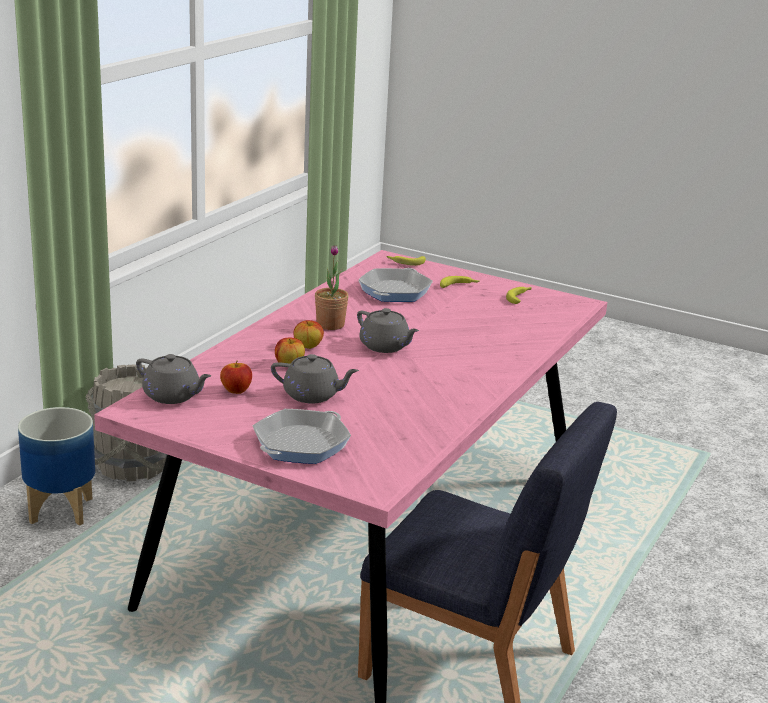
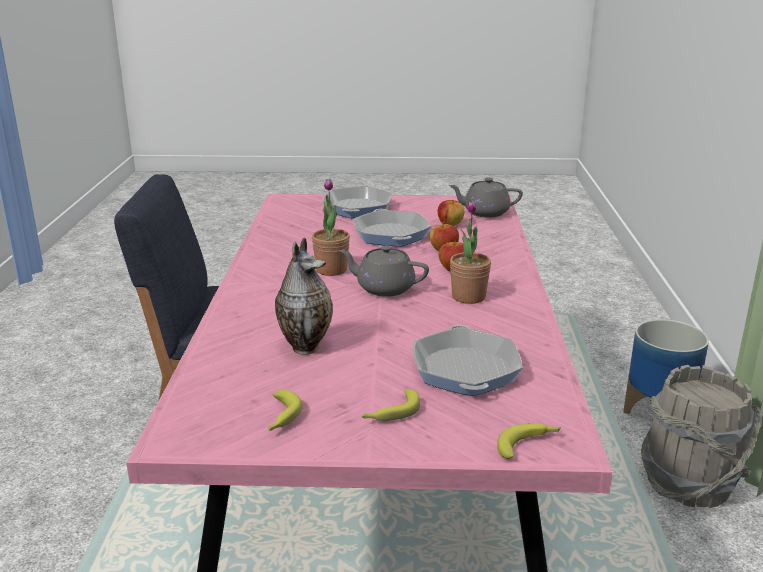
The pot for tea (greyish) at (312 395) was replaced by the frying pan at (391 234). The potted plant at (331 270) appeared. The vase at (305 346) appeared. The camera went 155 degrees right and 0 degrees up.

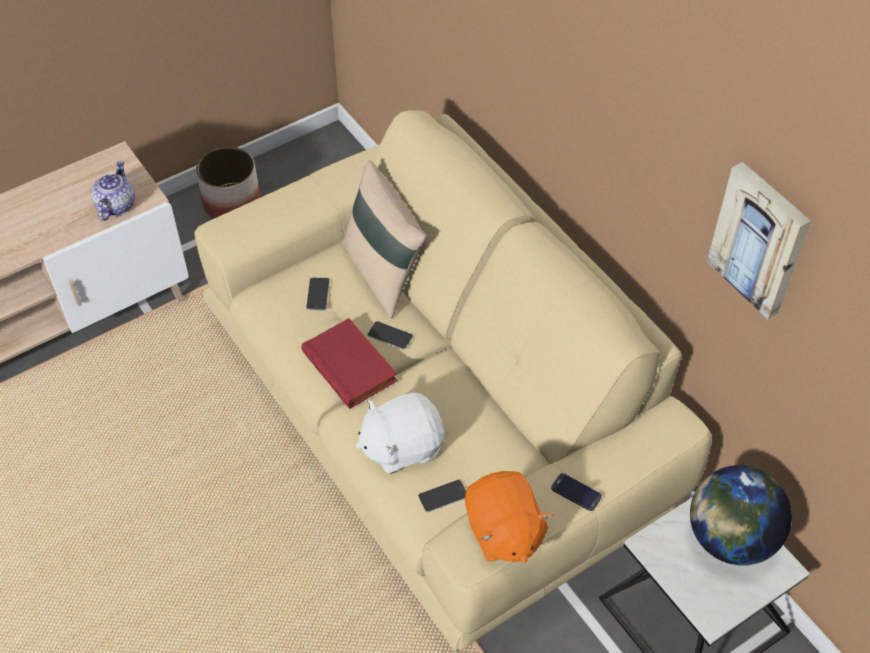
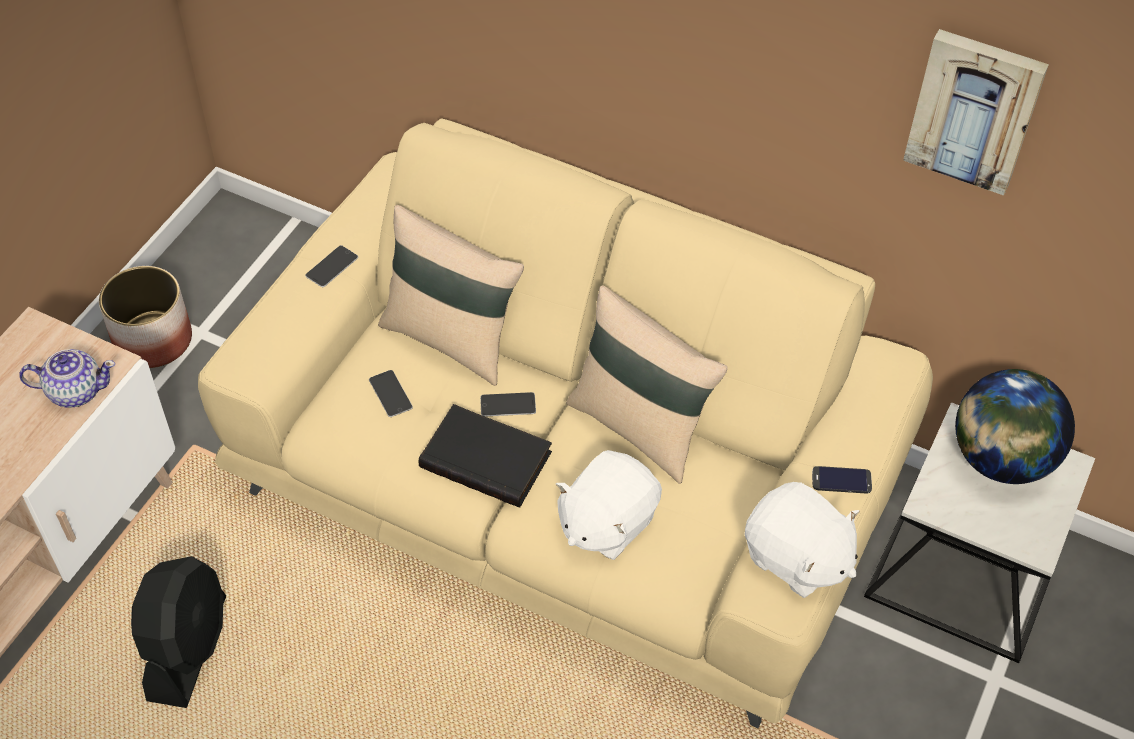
The pot for tea at (115 206) turned 105 degrees clockwise. The book (red-coloured) at (351 366) became the book (black-coloured) at (488 458). The soft toy (orange) at (503 532) became the soft toy (white-coloured) at (796 558). The handset moved from (443 496) to (332 266). The throw pillow (sand-coloured) at (640 426) appeared. The fan (black-coloured) at (188 648) appeared. The camera went 30 degrees left and 0 degrees up.

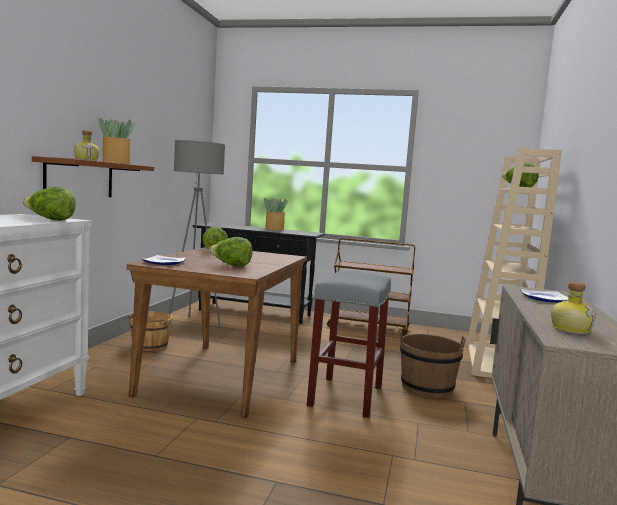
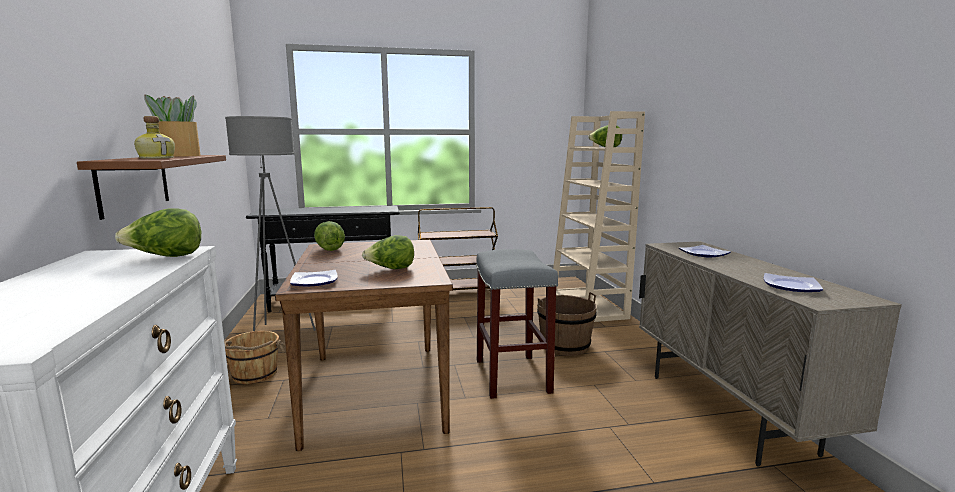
The potted plant at (274 229) disappeared. The bottle at (570 329) was replaced by the dinner plate at (790 286). The camera went 25 degrees left and 5 degrees up.

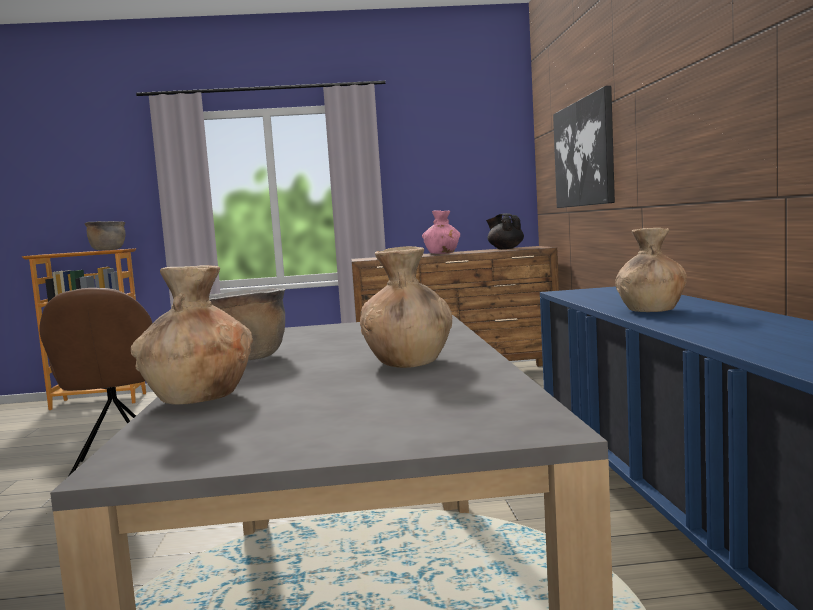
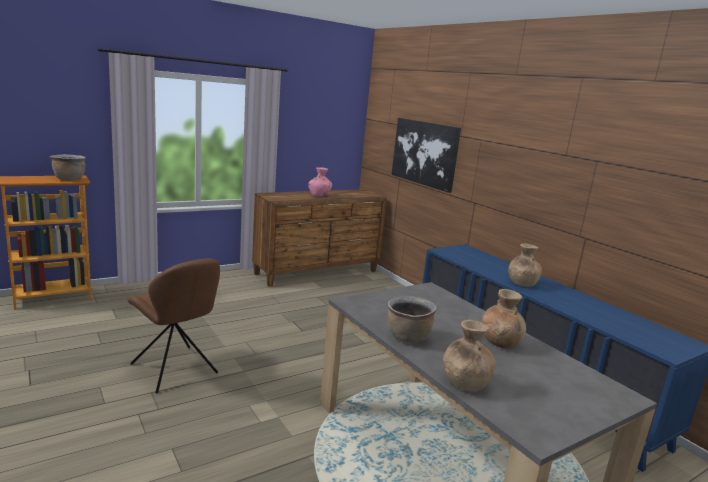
The pot for tea (black-coloured) at (505 248) disappeared. The camera went 30 degrees left and 10 degrees up.

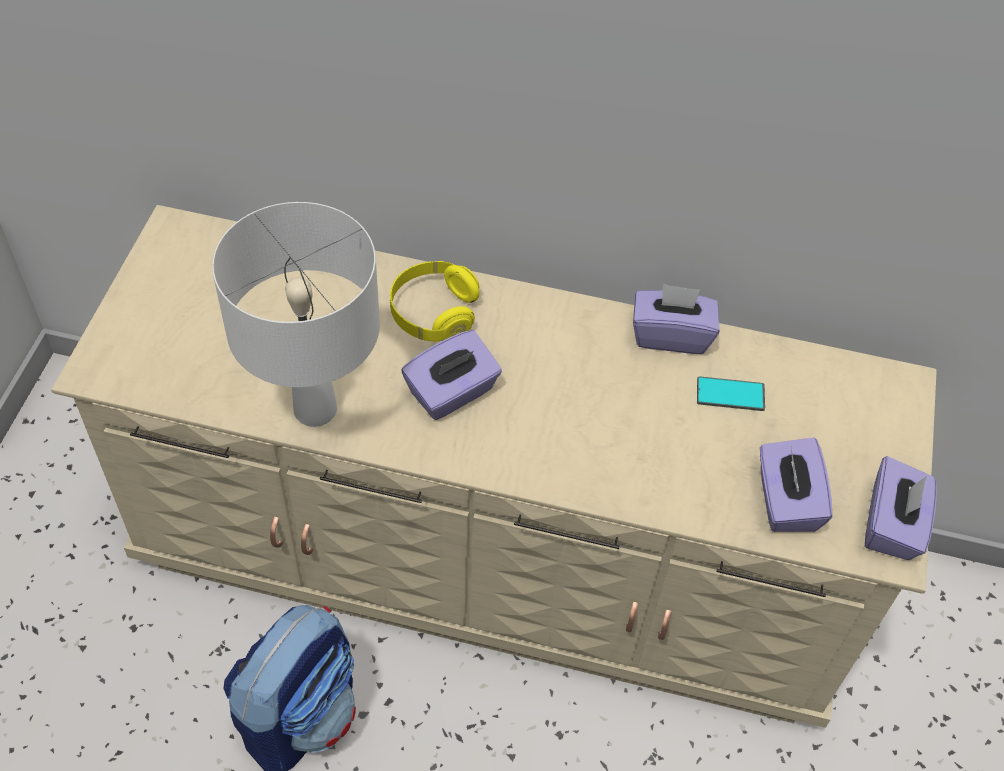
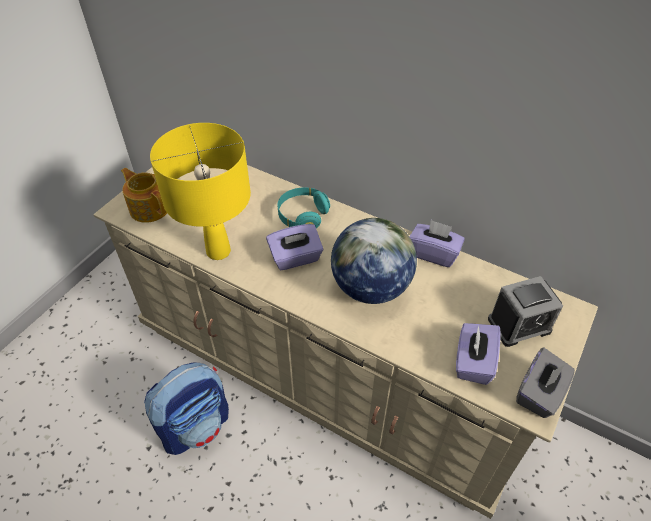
The lamp for a table (white-coloured) at (315 409) became the lamp for a table (yellowish) at (218 251). The headphones (yellowish) at (433 313) became the headphones (turquoise-coloured) at (302 216). The handset at (730 394) disappeared. The box of tissues (purple-coloured) at (892 525) became the box of tissues (greyish) at (539 393). The pot for tea at (149 208) appeared. The desk globe at (370 287) appeared. The table clock at (519 325) appeared. The camera went 20 degrees right and 5 degrees down.

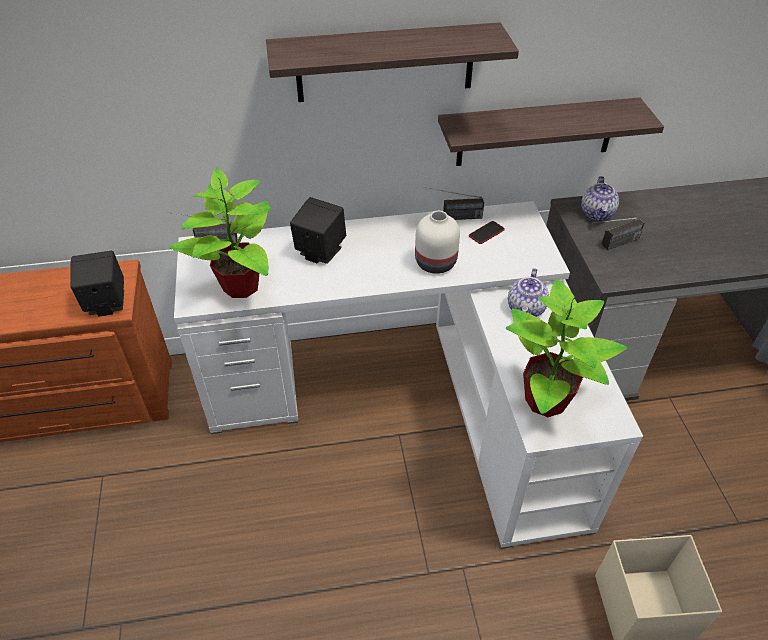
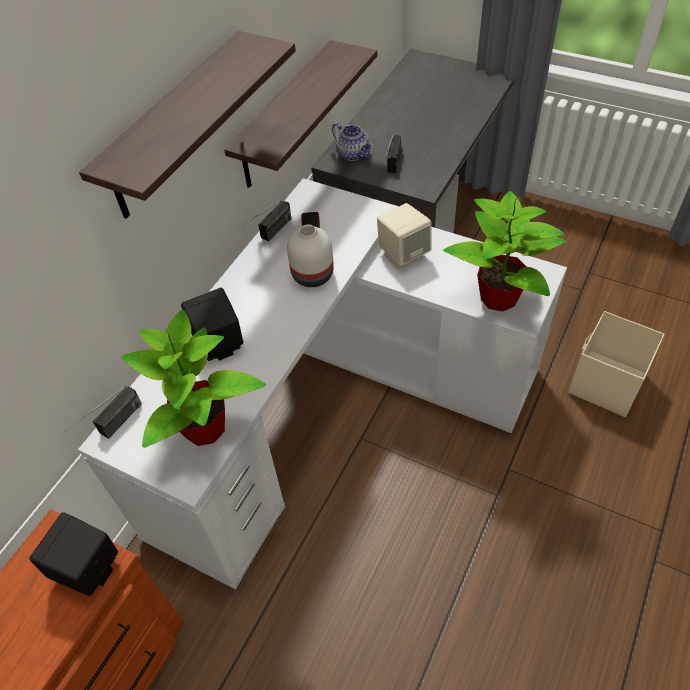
The pot for tea at (526 309) was replaced by the audio speaker (sand-coloured) at (403 254). The camera went 50 degrees left and 5 degrees up.

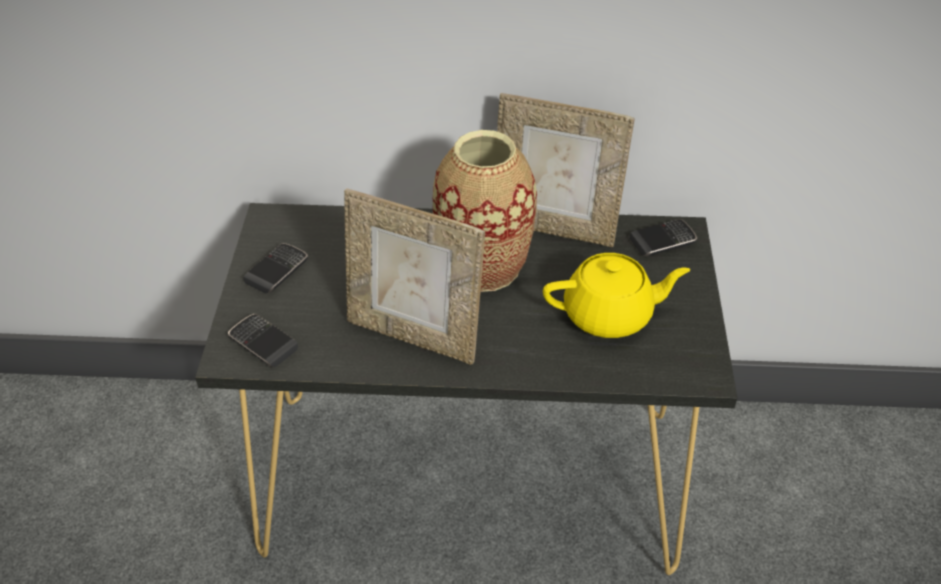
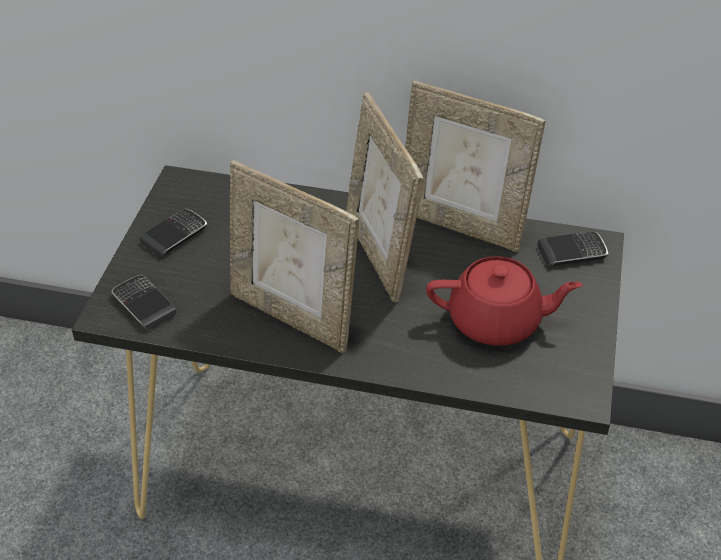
The vase at (483 266) was replaced by the standing frame at (380 255). The pot for tea (yellowish) at (609 315) became the pot for tea (red-coloured) at (496 321). The camera went 10 degrees right and 0 degrees up.

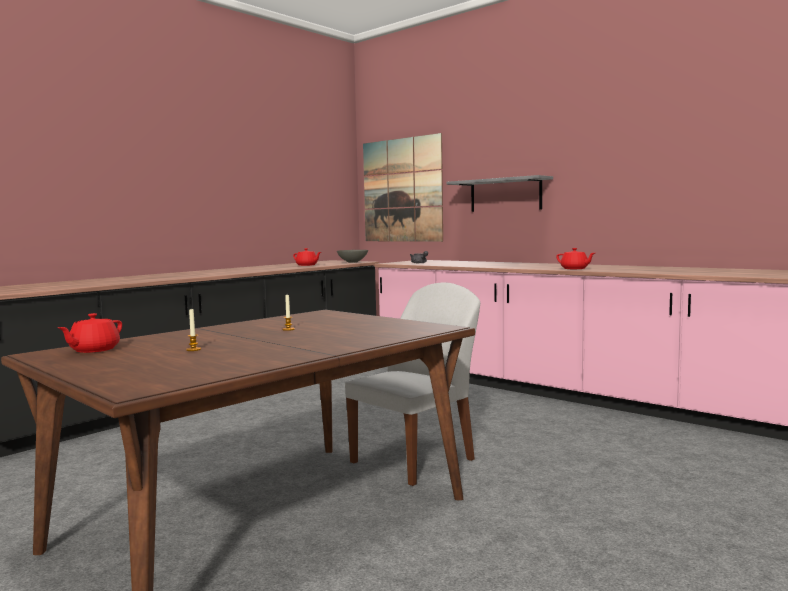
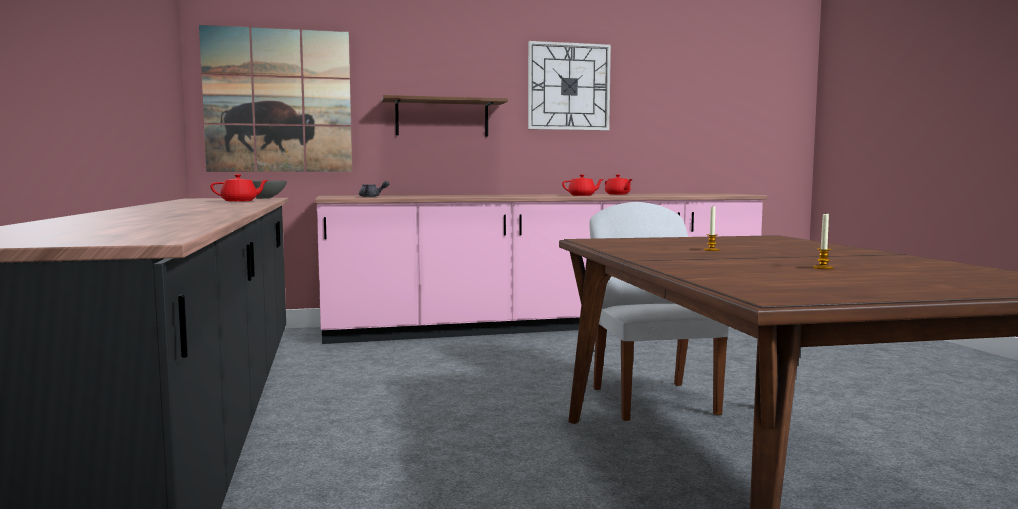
The bracket shelf (greyish) at (505 195) became the bracket shelf (brown-coloured) at (442 118). The pot for tea (red-coloured) moved from (93 350) to (617 194). The hanging clock at (568 86) appeared. The camera went 55 degrees left and 0 degrees up.

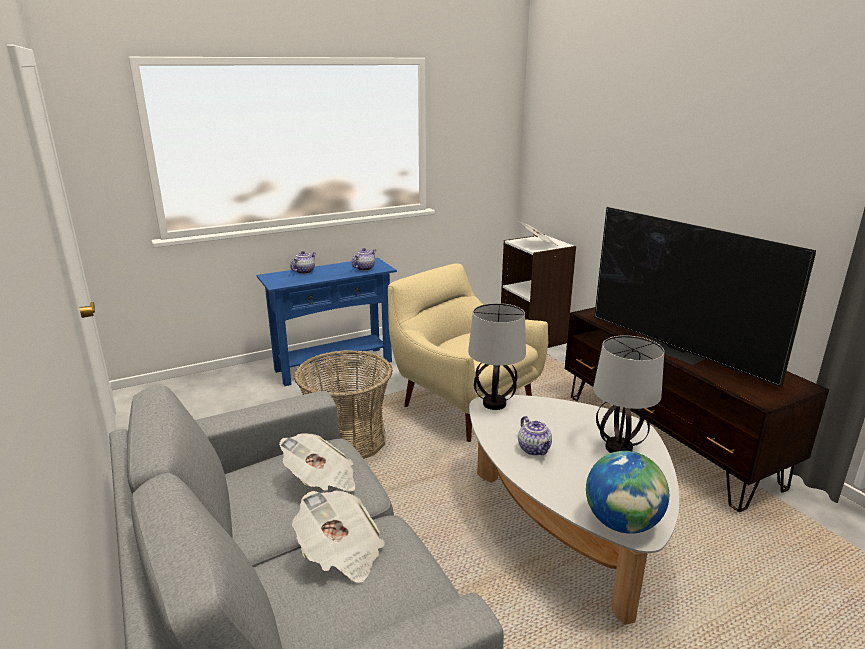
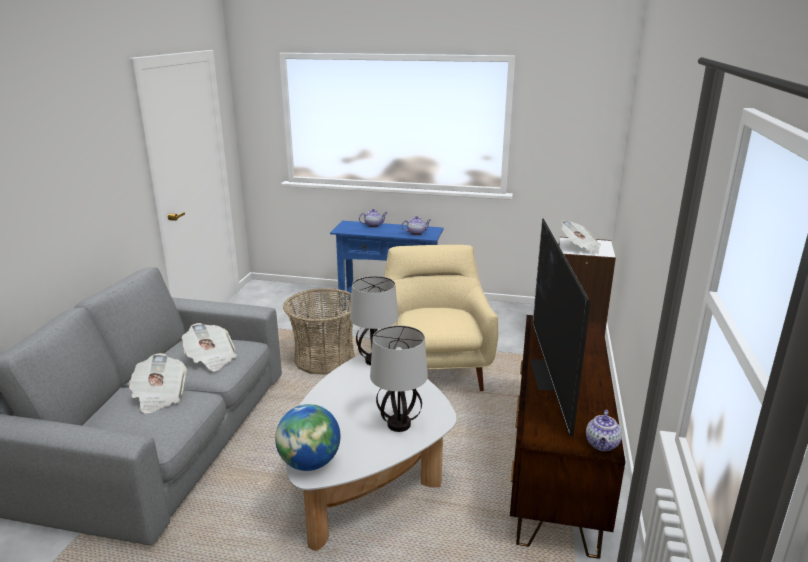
The pot for tea moved from (534 449) to (602 445). The camera went 40 degrees right and 0 degrees up.

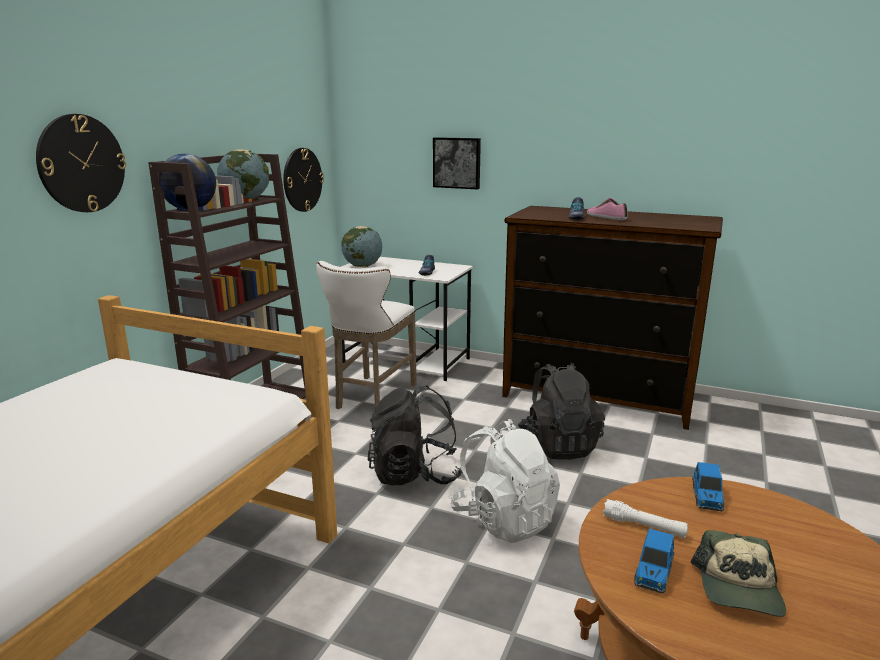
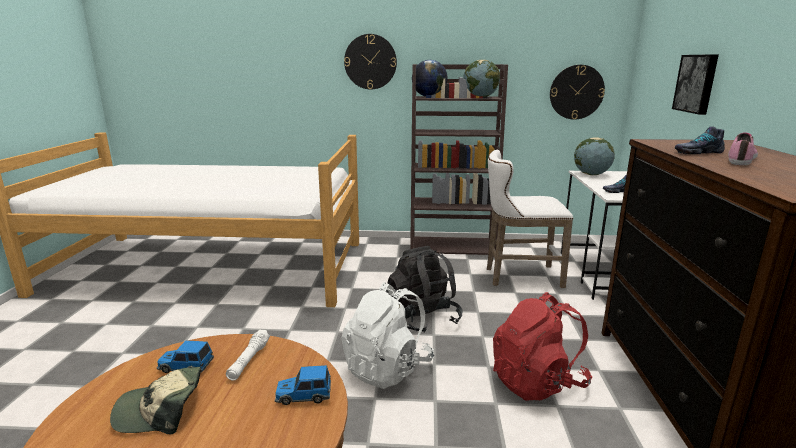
The backpack (black-coloured) at (559 445) became the backpack (red-coloured) at (537 382). The camera went 70 degrees right and 0 degrees up.

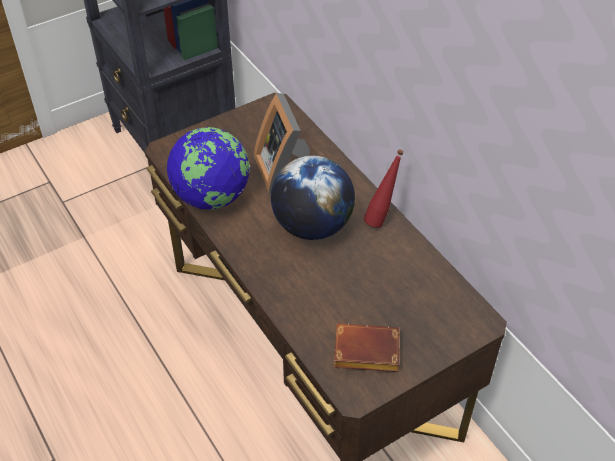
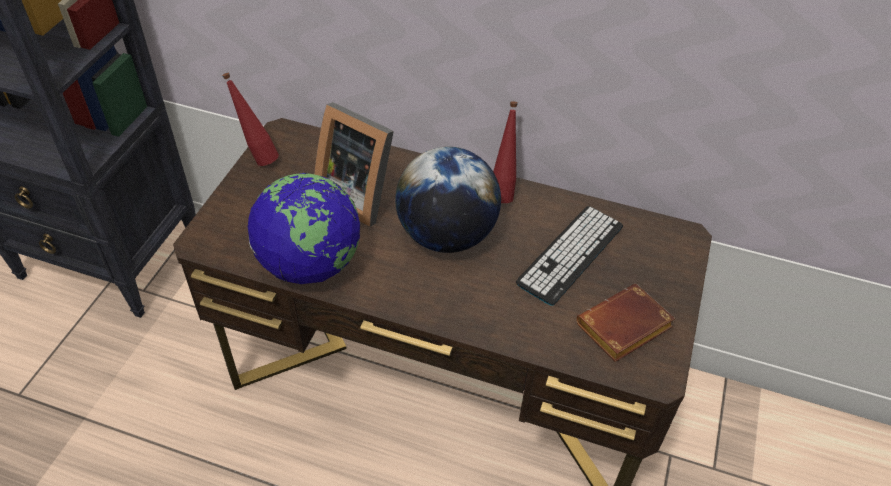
The bottle (red-coloured) at (257 157) appeared. The PC keyboard at (570 254) appeared. The camera went 40 degrees left and 0 degrees up.

